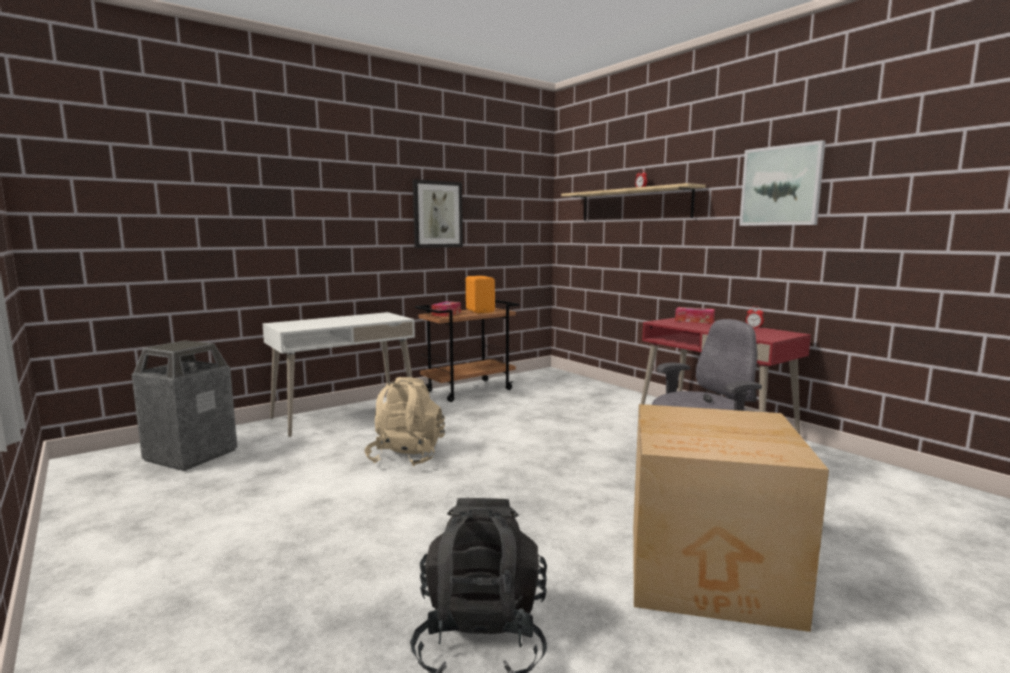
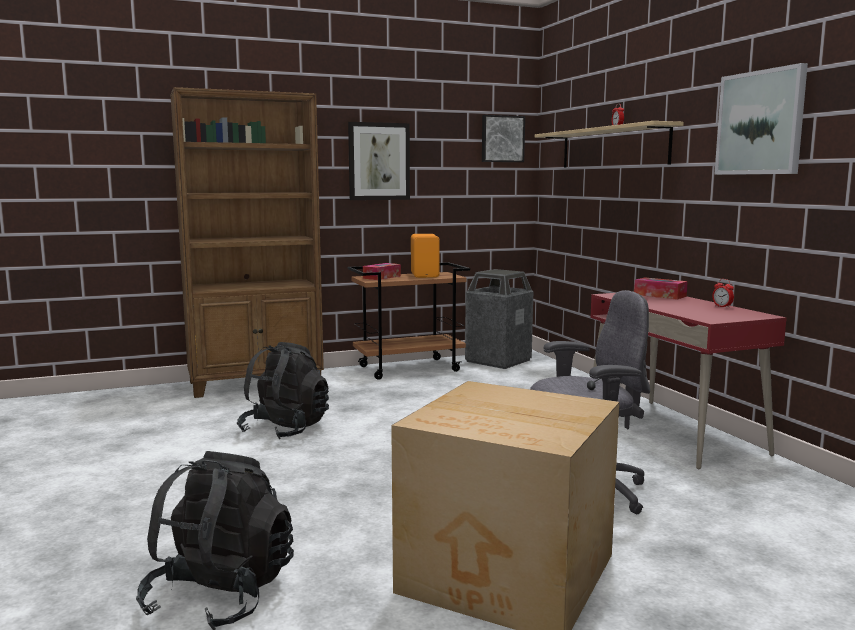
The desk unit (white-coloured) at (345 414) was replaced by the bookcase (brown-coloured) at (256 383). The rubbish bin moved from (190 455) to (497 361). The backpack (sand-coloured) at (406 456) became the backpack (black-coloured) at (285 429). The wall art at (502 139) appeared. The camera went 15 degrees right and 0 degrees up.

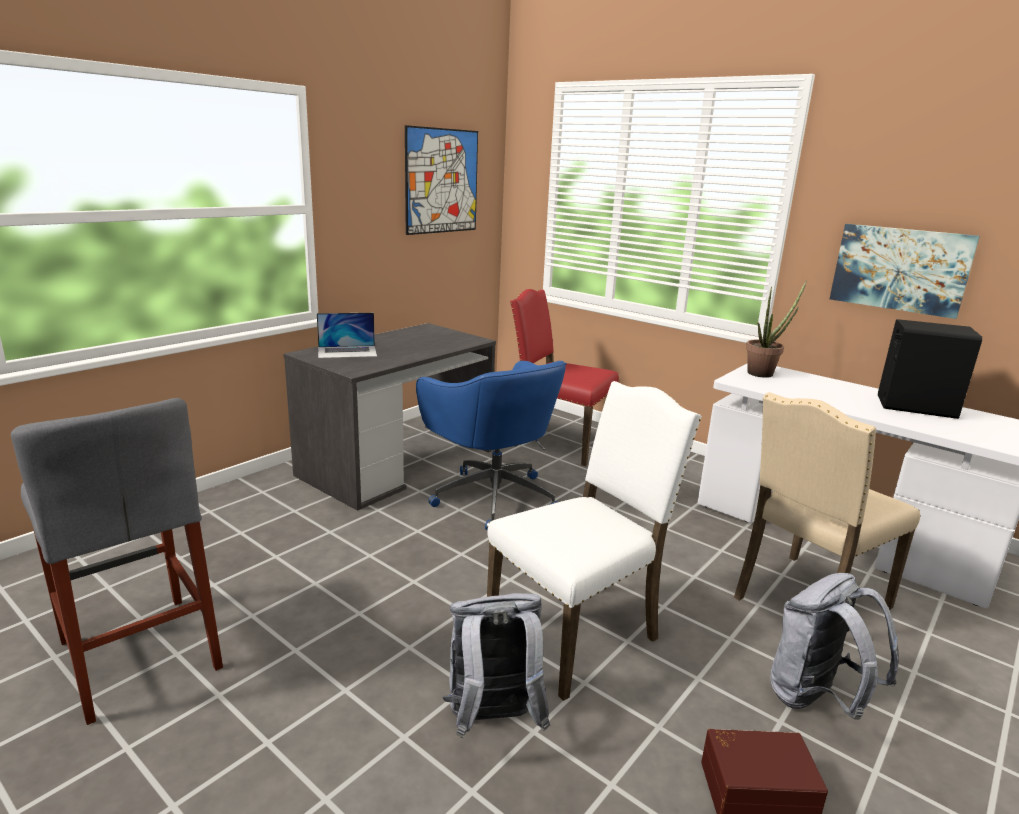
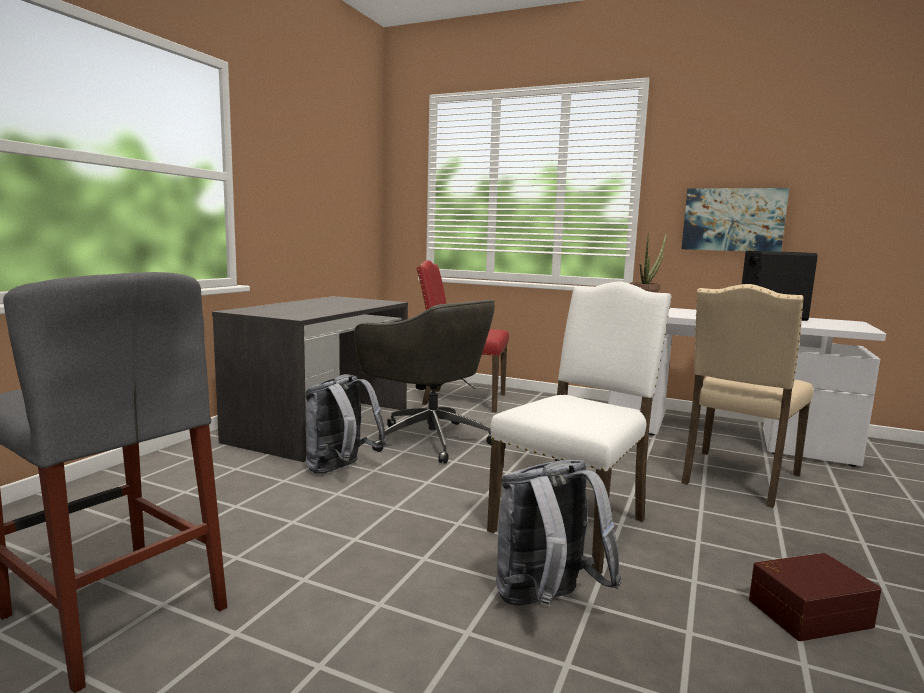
The wall art at (442 181) disappeared. The notebook computer at (347 352) disappeared. The computer chair (bluish) at (492 496) became the computer chair (greyish) at (428 439). The backpack (greyish) moved from (816 699) to (341 469). The camera went 15 degrees left and 10 degrees down.

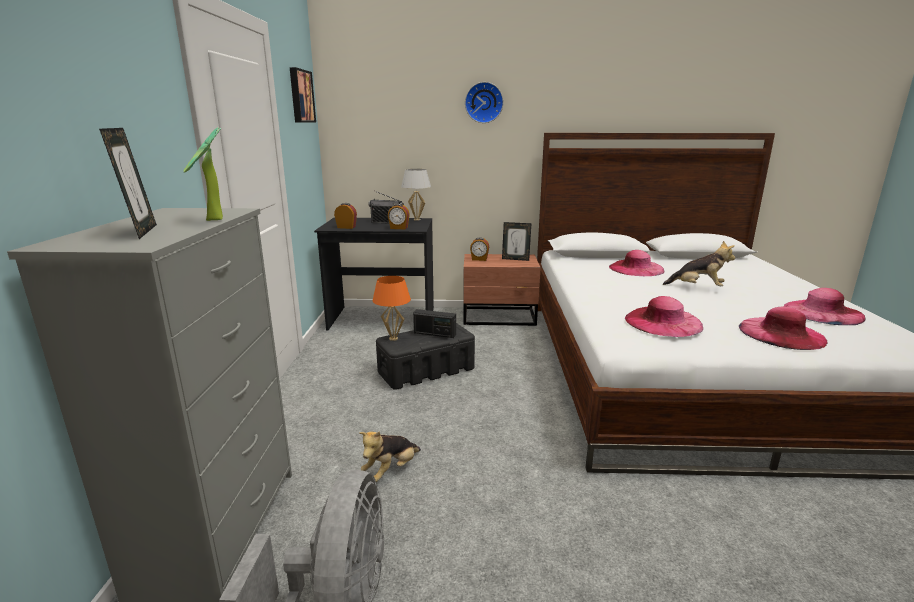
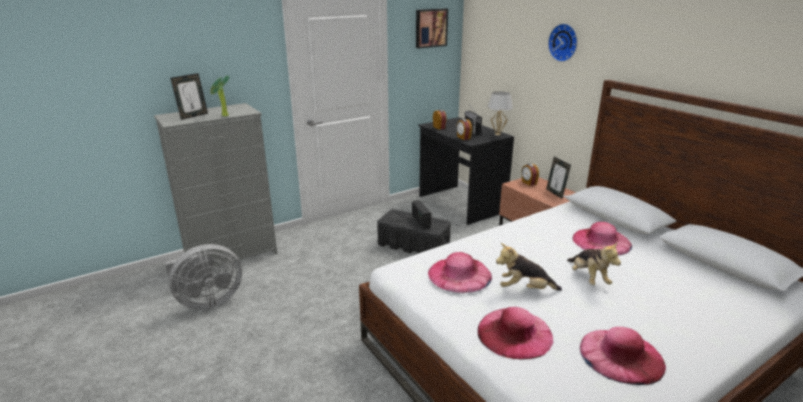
The lamp for a table (orange) at (393 338) disappeared. The soft toy moved from (391 470) to (525 289). The camera went 55 degrees right and 5 degrees up.

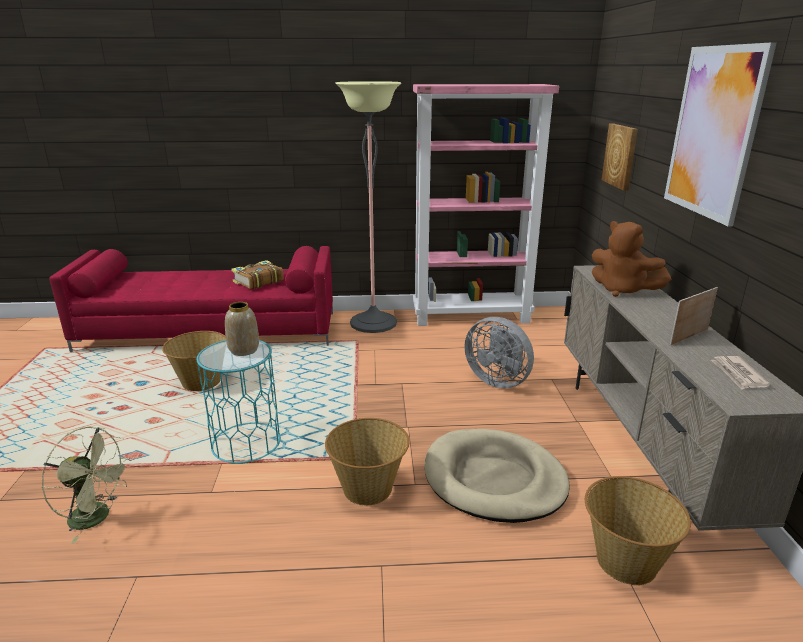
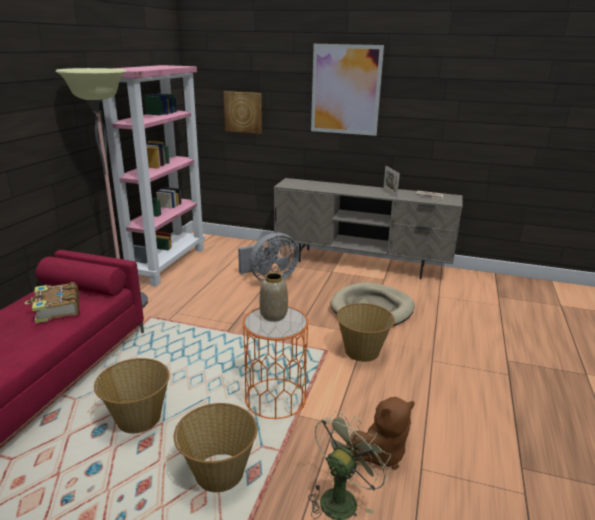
The soft toy (brown-coloured) moved from (622 290) to (380 453). The end table (turquoise-coloured) at (246 442) became the end table (orange) at (275 398). The basket moved from (625 560) to (218 473). The camera went 70 degrees left and 0 degrees up.

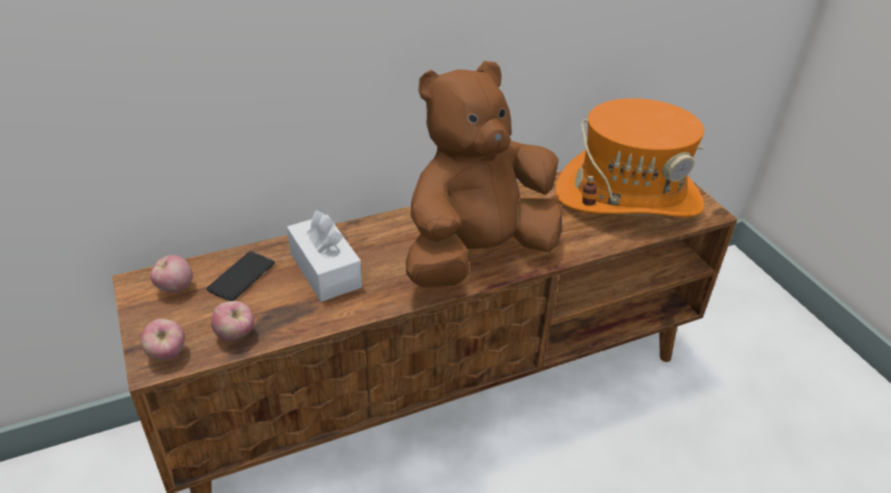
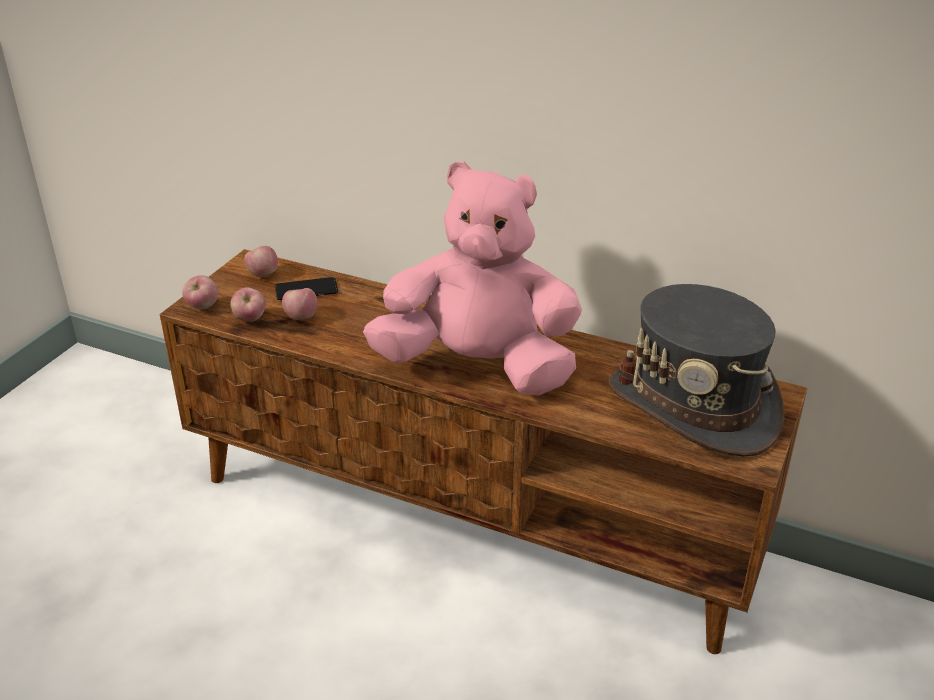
The soft toy (brown-coloured) at (477 254) became the soft toy (pink-coloured) at (478 367). The clothing hat (orange) at (628 196) became the clothing hat (greyish) at (693 406). The box of tissues (white-coloured) at (325 270) disappeared. The whole apple at (301 317) appeared. The camera went 50 degrees right and 5 degrees down.

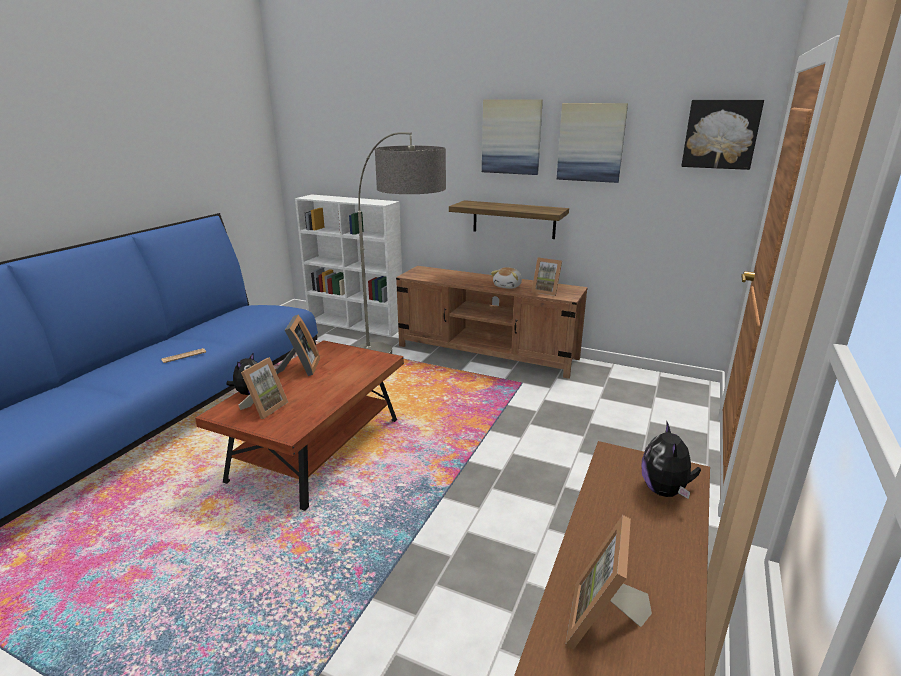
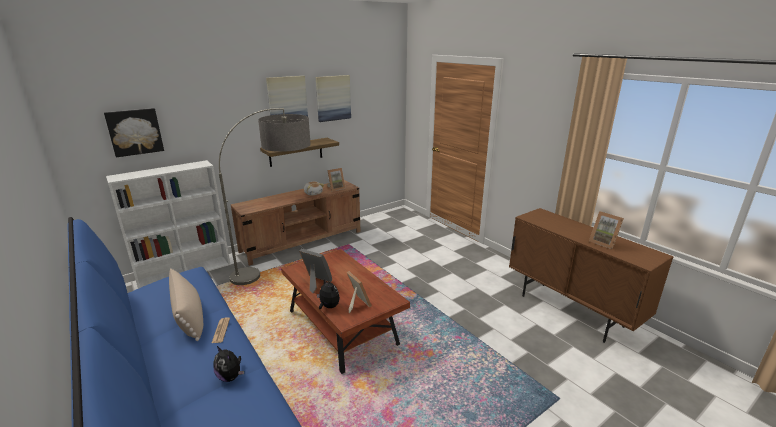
The wall art moved from (720 134) to (135 132). The soft toy moved from (665 491) to (230 377). The throw pillow (sand-coloured) at (189 317) appeared. The camera went 60 degrees left and 0 degrees up.

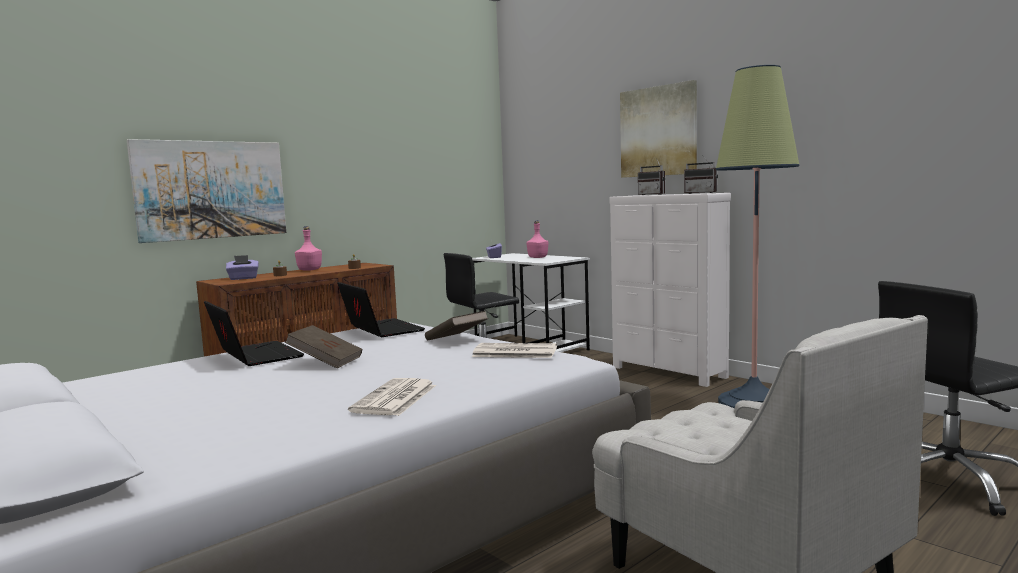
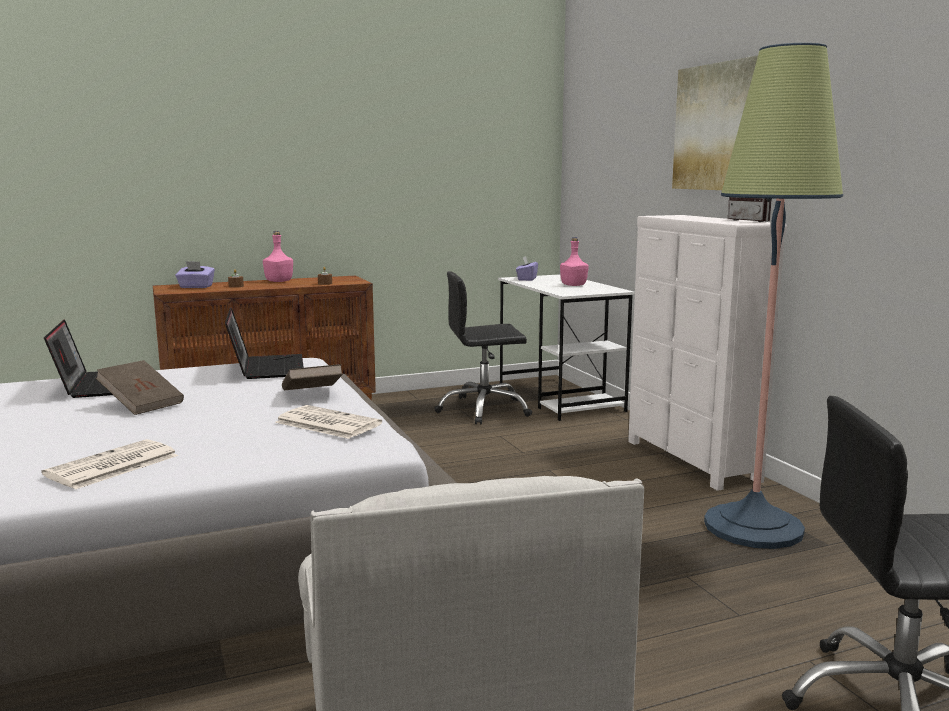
The wall art at (211 190) disappeared. The radio at (654 194) disappeared. The camera went 20 degrees right and 5 degrees up.

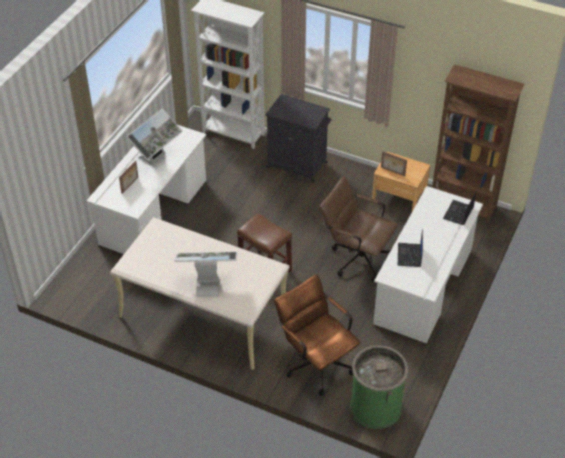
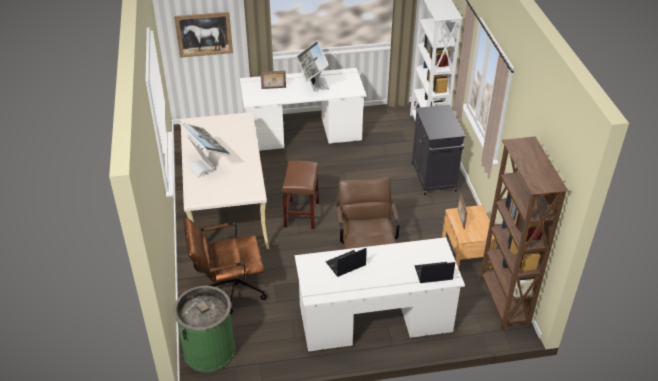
The computer display at (156 159) turned 75 degrees clockwise. The computer chair (brown-coloured) at (316 362) turned 120 degrees counterclockwise. The wall art at (204 34) appeared. The camera went 55 degrees right and 5 degrees down.

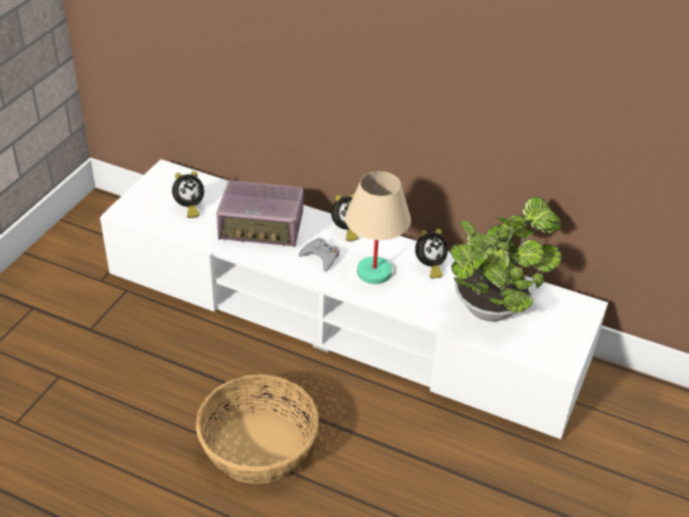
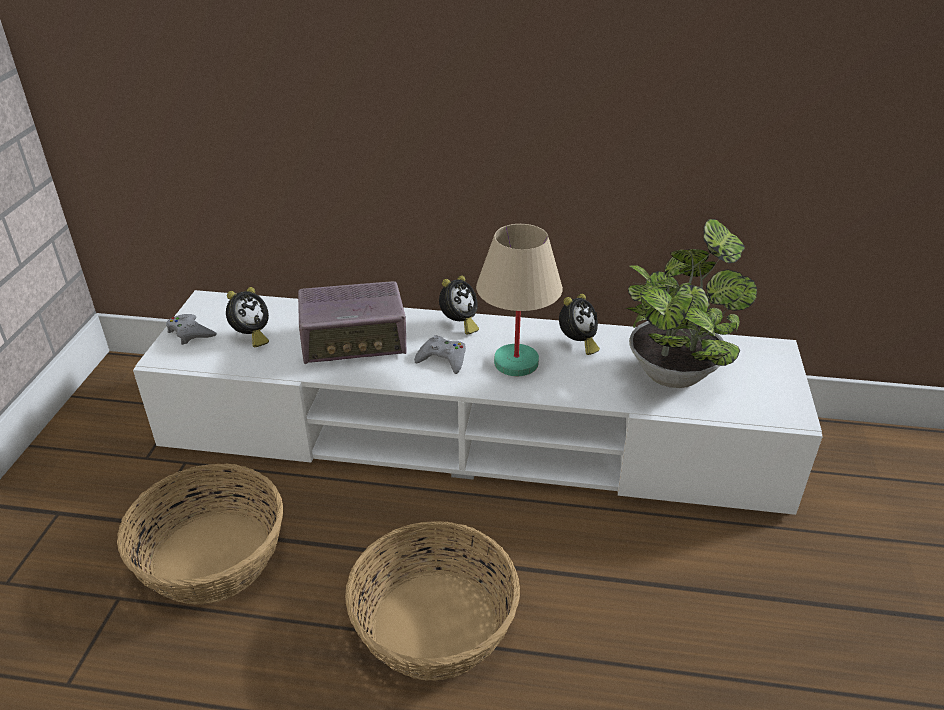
The gamepad (greyish) at (190 333) appeared. The basket at (213 557) appeared. The camera went 15 degrees left and 5 degrees down.

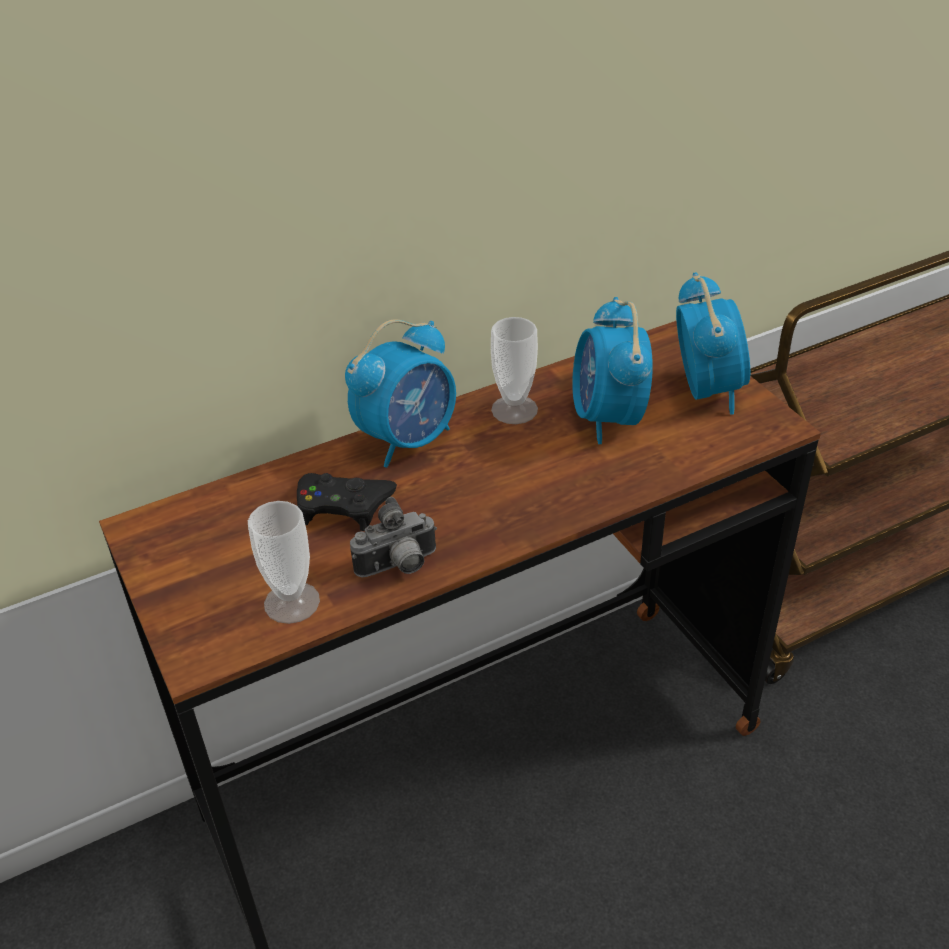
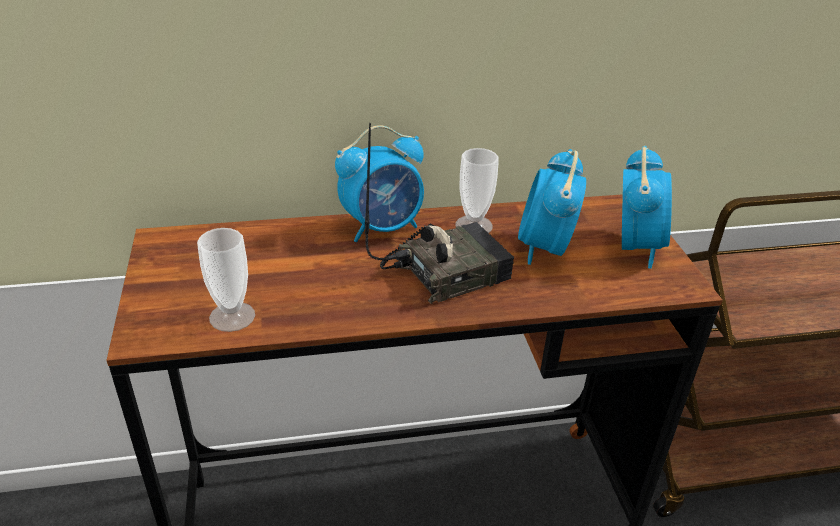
The gamepad (black-coloured) at (343 506) disappeared. The still camera at (399 567) disappeared. The radio at (445 270) appeared. The camera went 15 degrees right and 5 degrees down.

